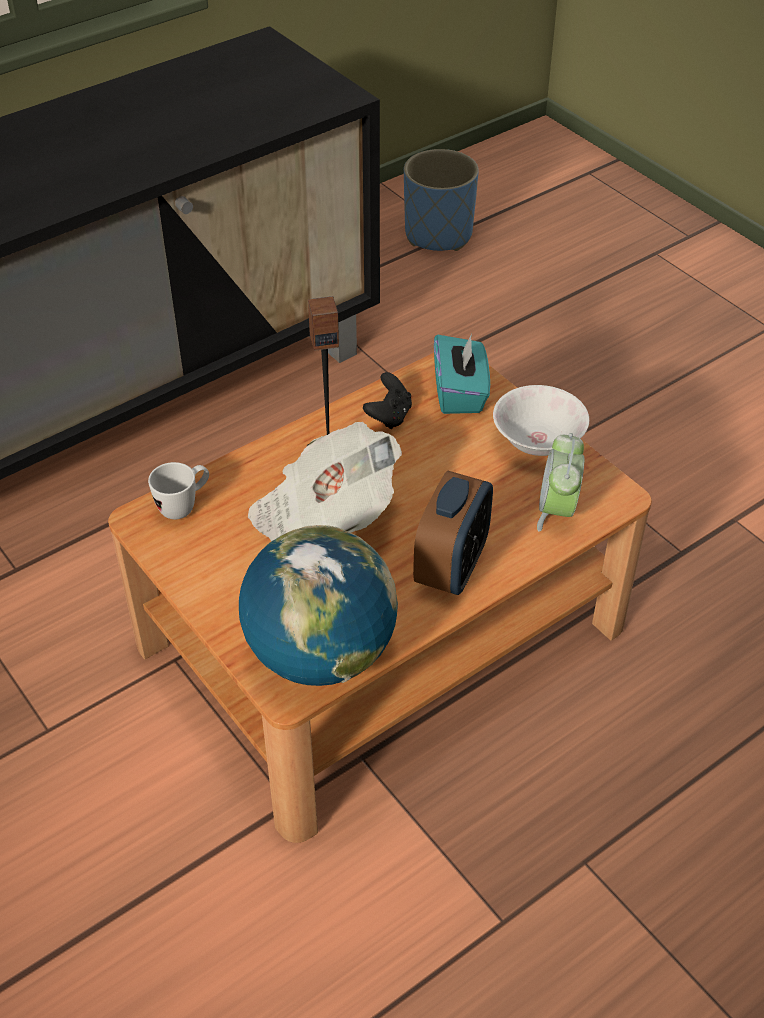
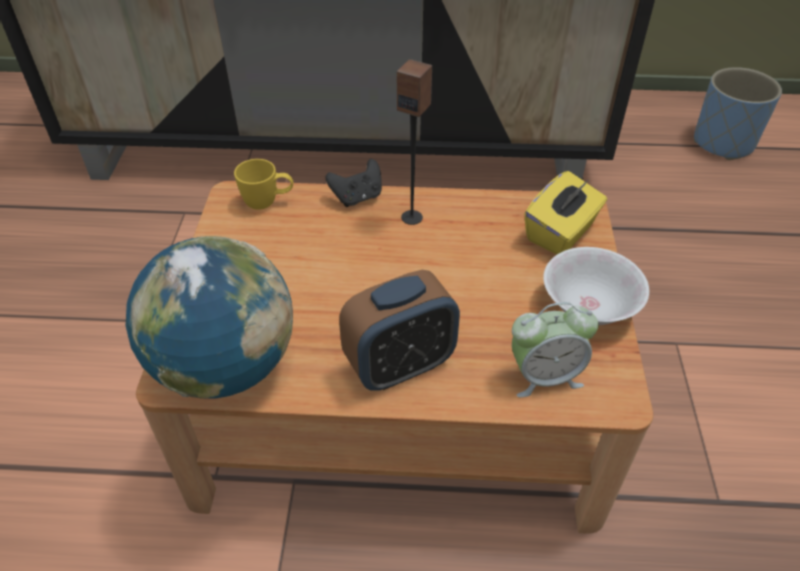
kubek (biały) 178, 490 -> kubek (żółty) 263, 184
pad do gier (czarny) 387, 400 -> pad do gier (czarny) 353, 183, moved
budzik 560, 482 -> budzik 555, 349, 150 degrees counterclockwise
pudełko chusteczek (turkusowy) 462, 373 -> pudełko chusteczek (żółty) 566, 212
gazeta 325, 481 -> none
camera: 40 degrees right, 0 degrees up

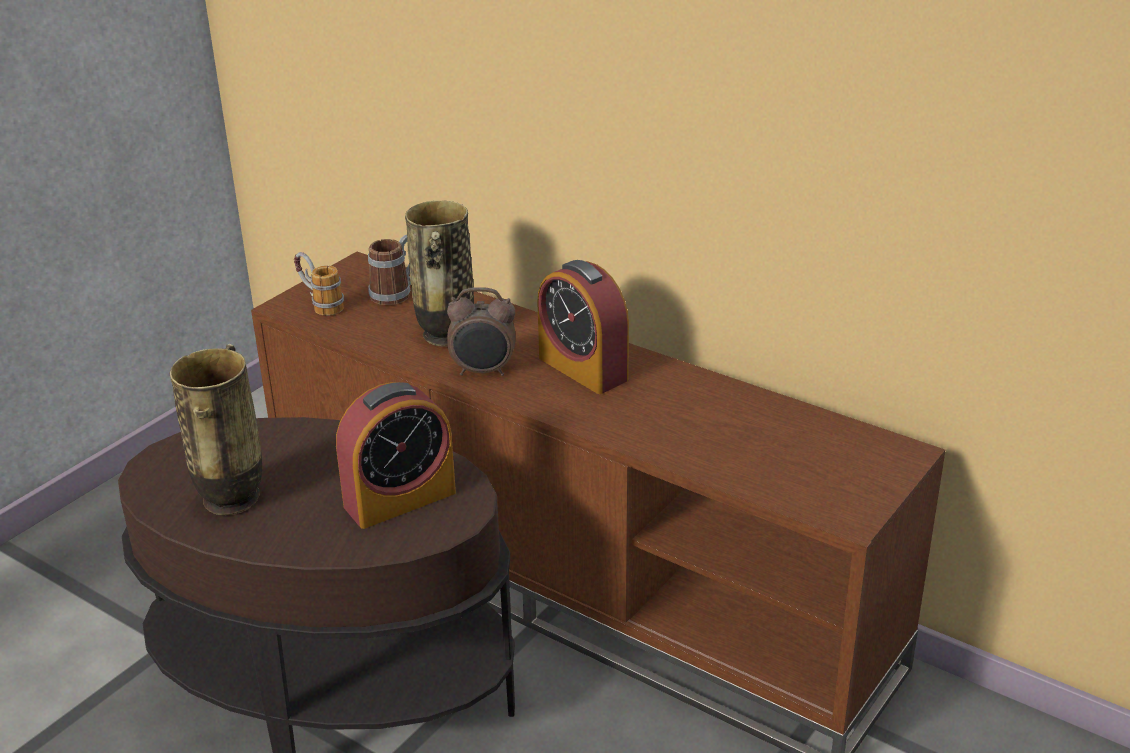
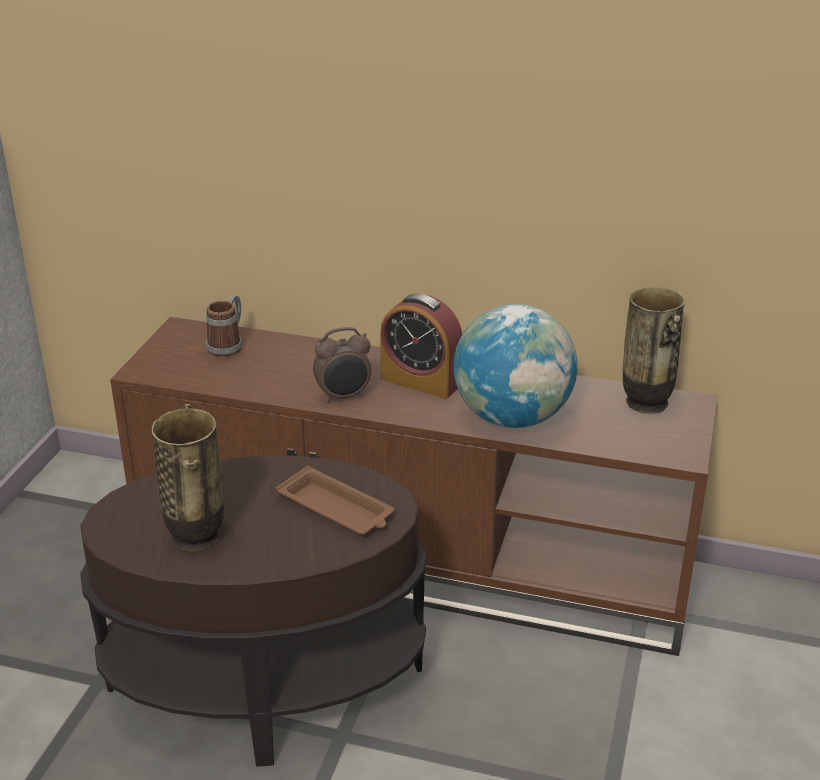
budzik 396, 455 -> taca (brązowy) 335, 500
none -> globus 515, 366
wazon 439, 273 -> wazon 654, 350, moved
kubek 319, 284 -> none
camera: 20 degrees left, 0 degrees up

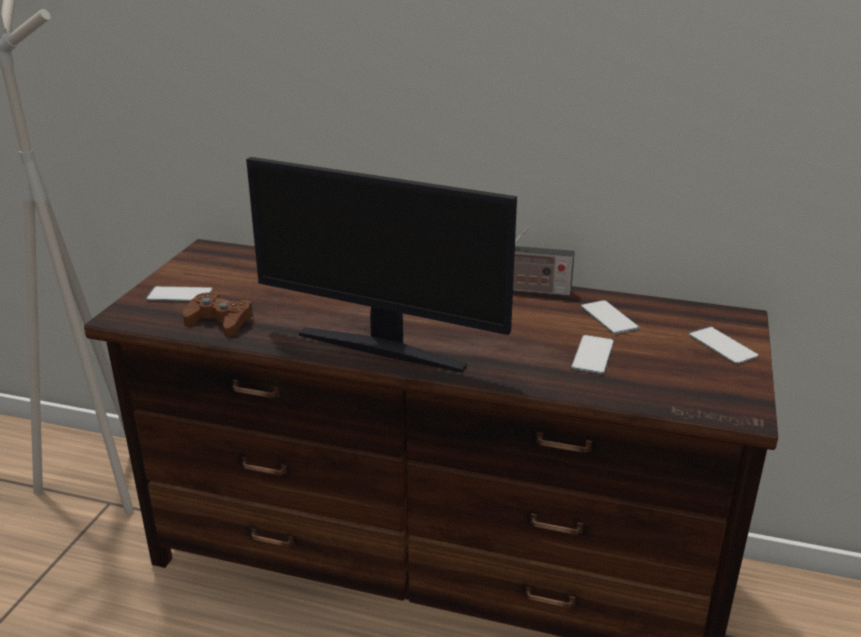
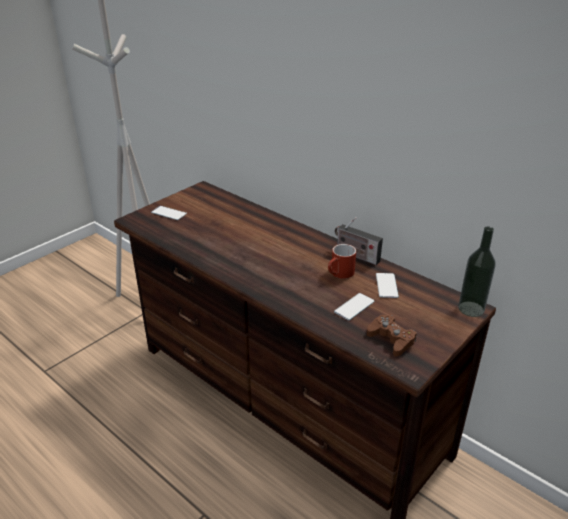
none -> kubek (czerwony) 342, 261
pad do gier (brązowy) 218, 314 -> pad do gier (brązowy) 392, 336, moved
none -> butelka 476, 272
monitor 381, 265 -> none
telefon 724, 345 -> none
camera: 25 degrees right, 5 degrees up

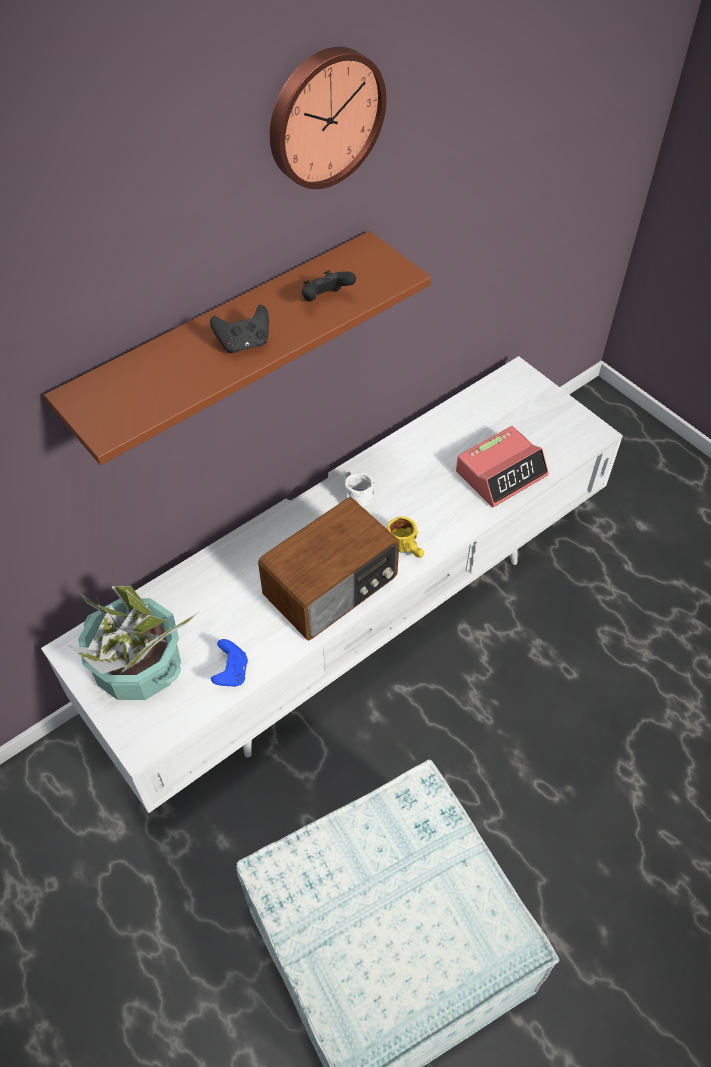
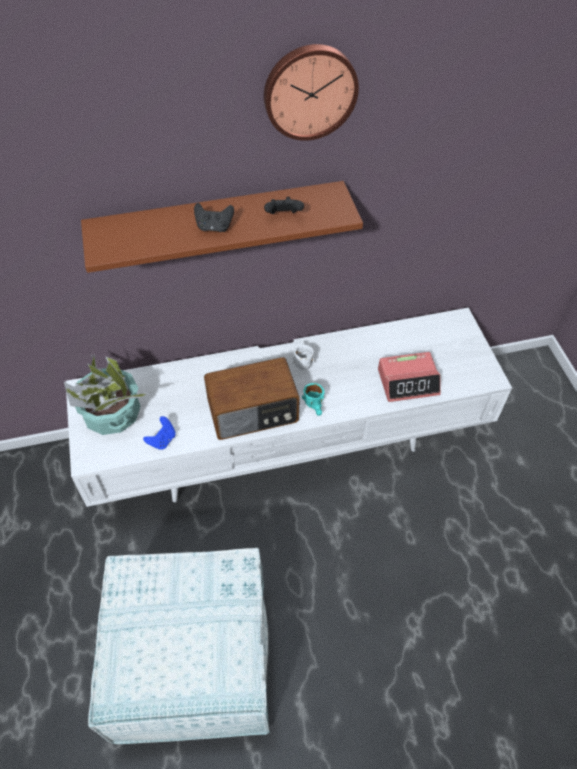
kubek (żółty) 405, 537 -> kubek (turkusowy) 313, 399
camera: 25 degrees right, 0 degrees up

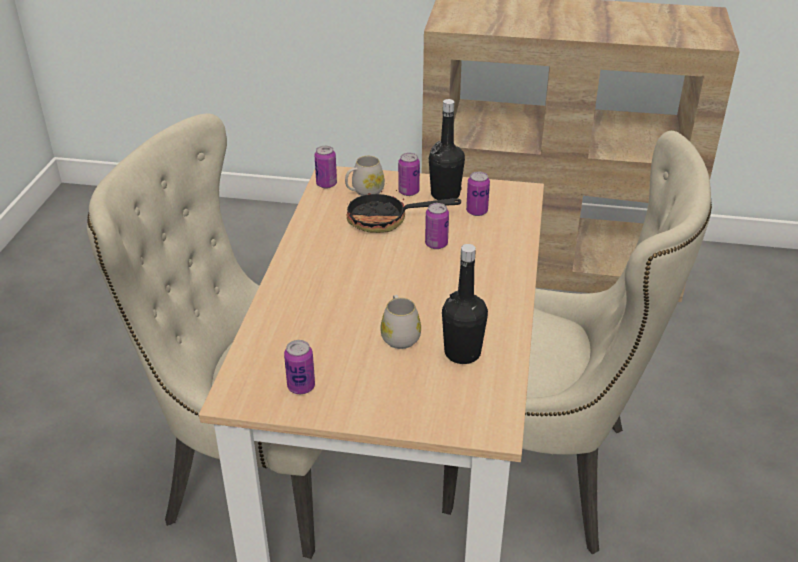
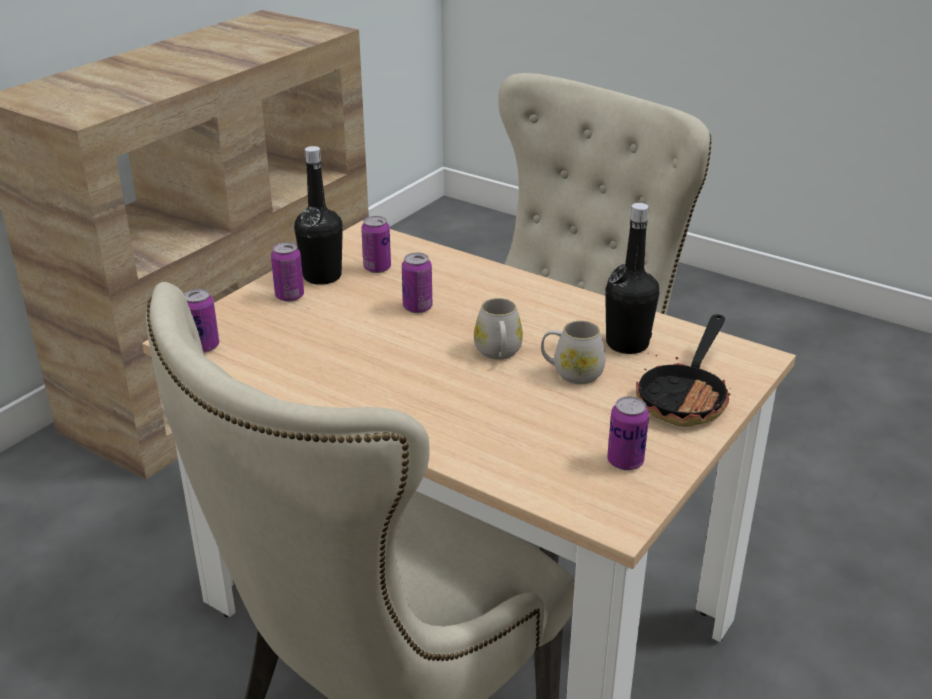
kubek (biały) 365, 176 -> kubek (biały) 498, 329, moved
patelnia 403, 211 -> patelnia 683, 370, moved
camera: 65 degrees left, 5 degrees down

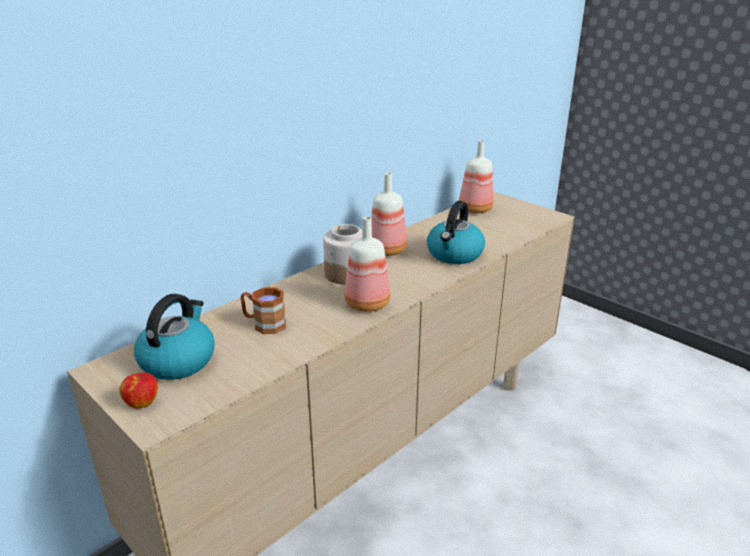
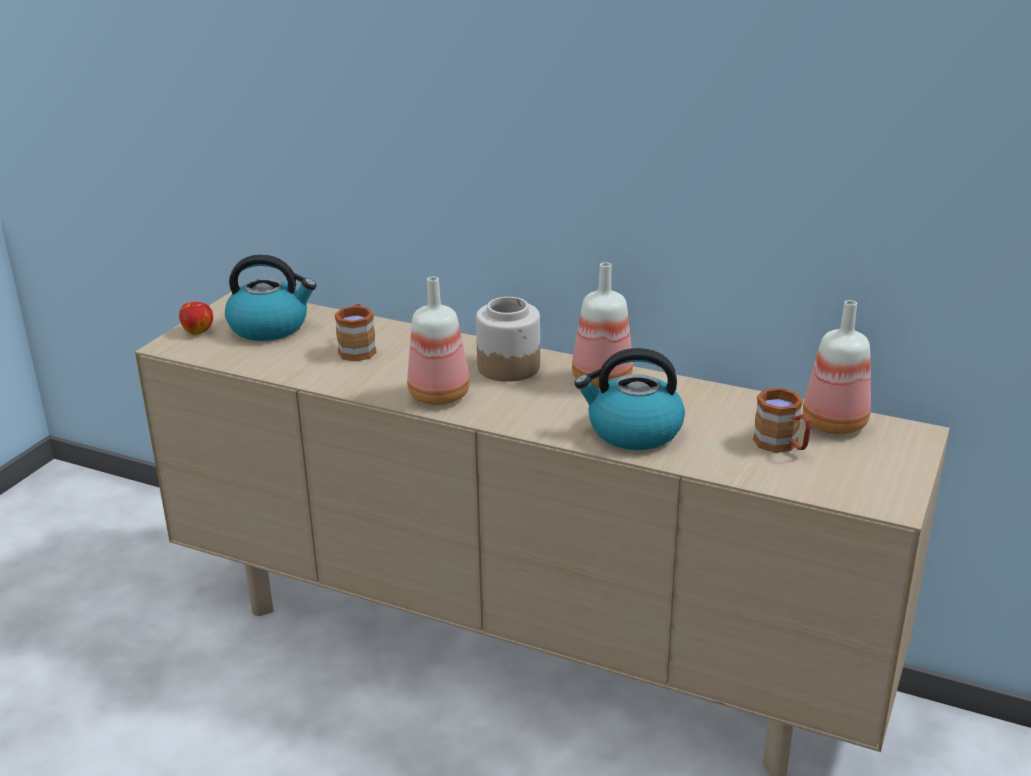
none -> kubek (brązowy) 782, 420
camera: 70 degrees right, 0 degrees up

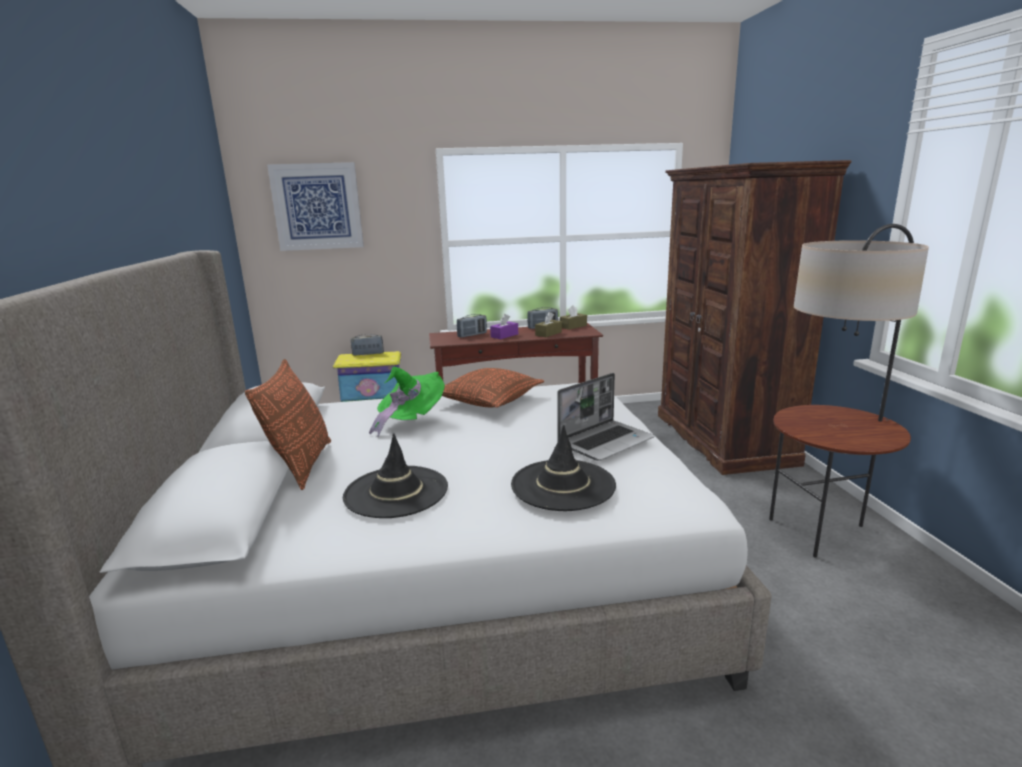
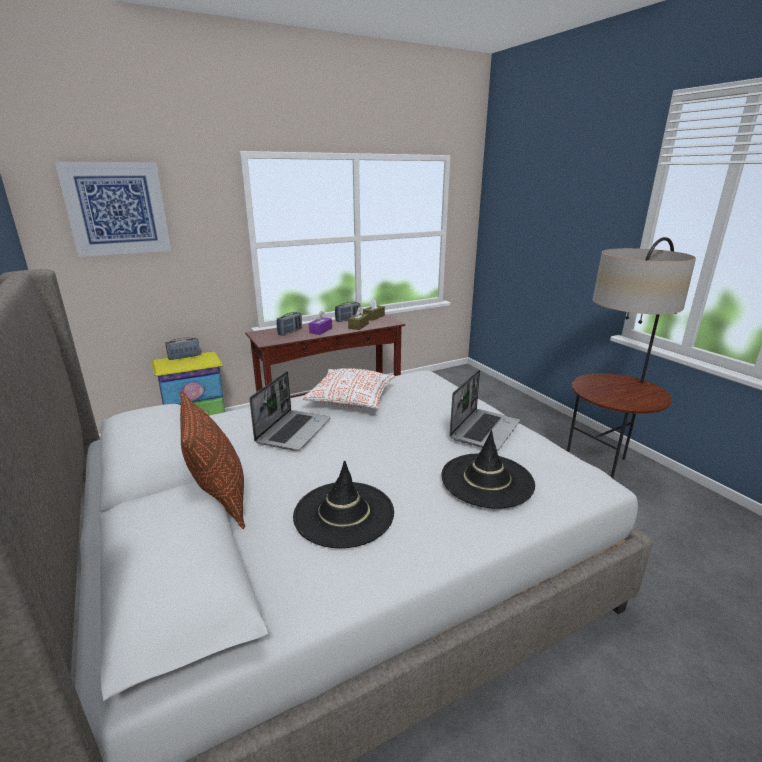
kapelusz (zielony) 407, 401 -> laptop 290, 411
poduszka (brązowy) 493, 388 -> poduszka (biały) 348, 388
szafa (brązowy) 754, 317 -> none
camera: 20 degrees left, 5 degrees up

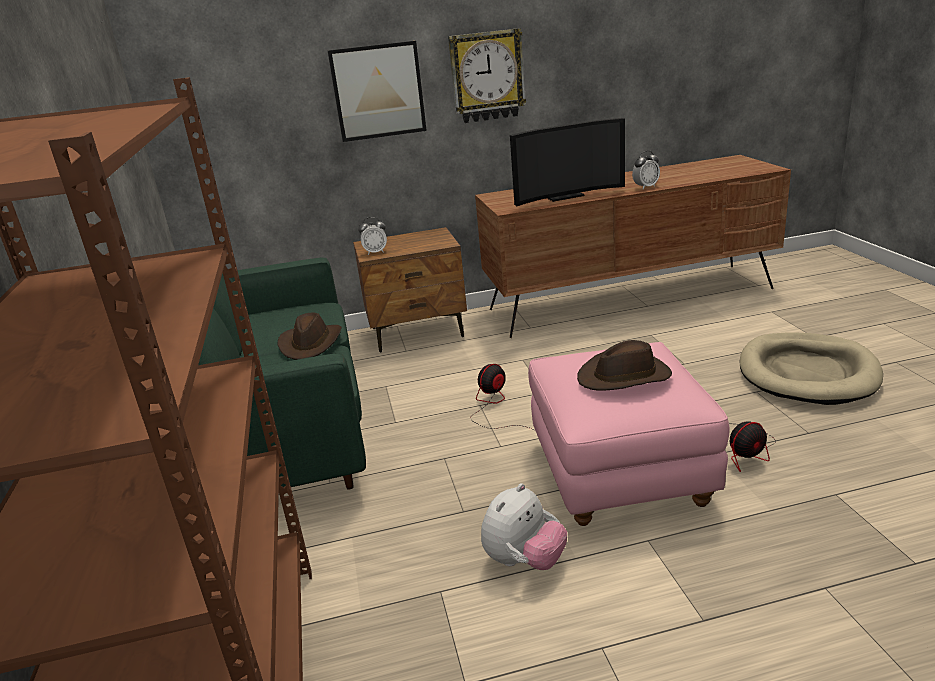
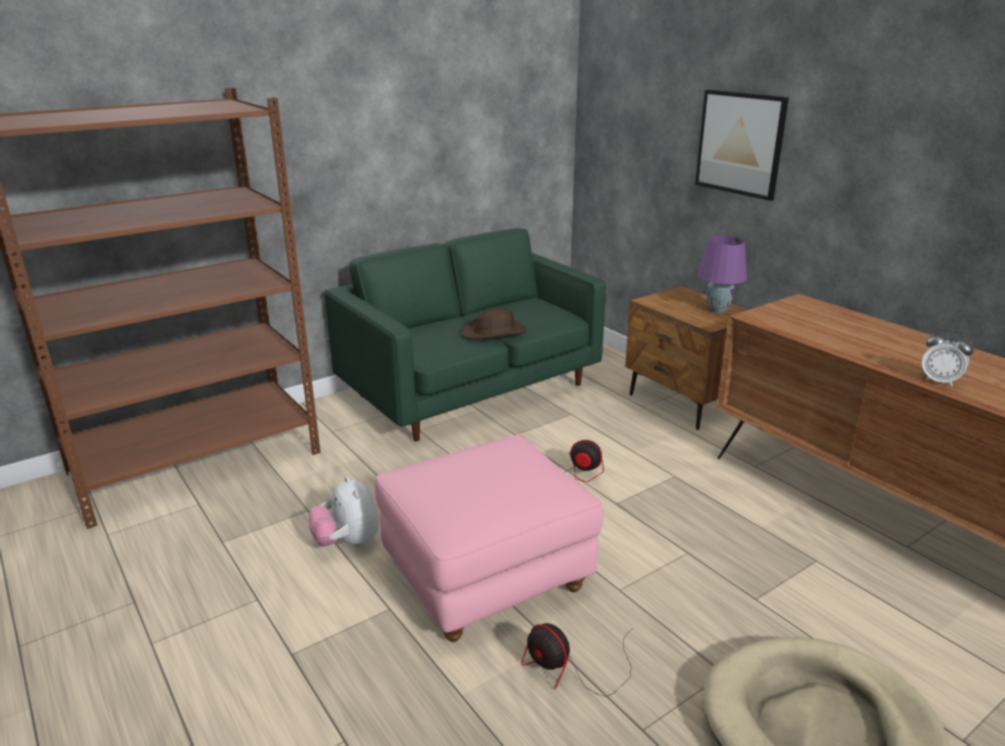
pluszak 524, 526 -> pluszak 344, 511, 45 degrees clockwise
none -> lampa stołowa (fioletowy) 722, 274
budzik 372, 236 -> none
zegar ścienny 487, 75 -> none
telewizor 567, 162 -> none
kapelusz (brązowy) 624, 365 -> none
camera: 65 degrees right, 0 degrees up

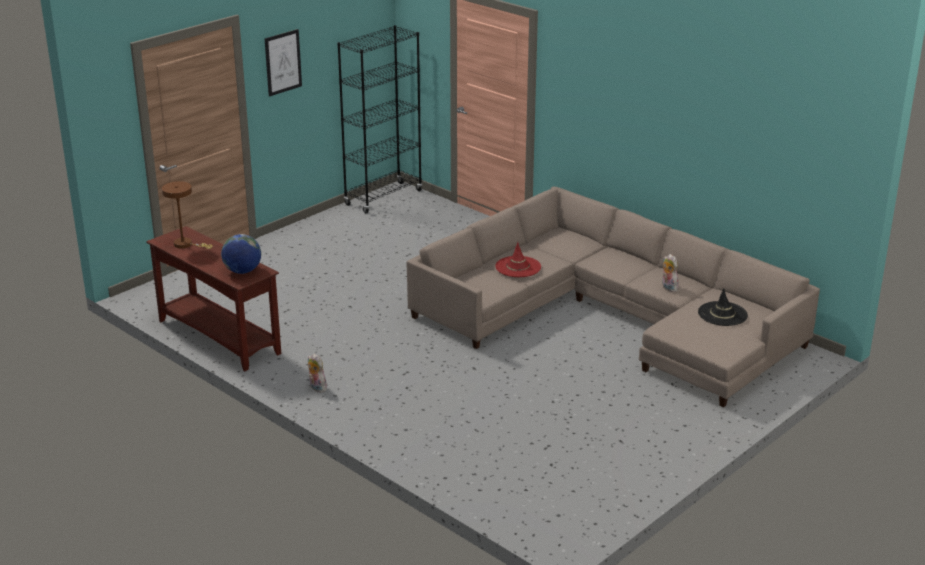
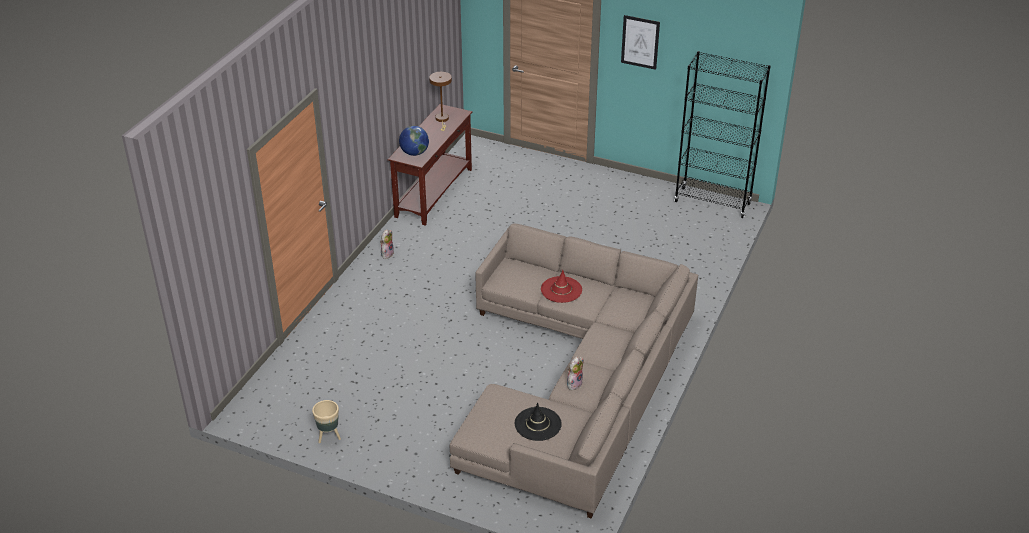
none -> donica (beżowy) 326, 421
camera: 70 degrees right, 10 degrees up

